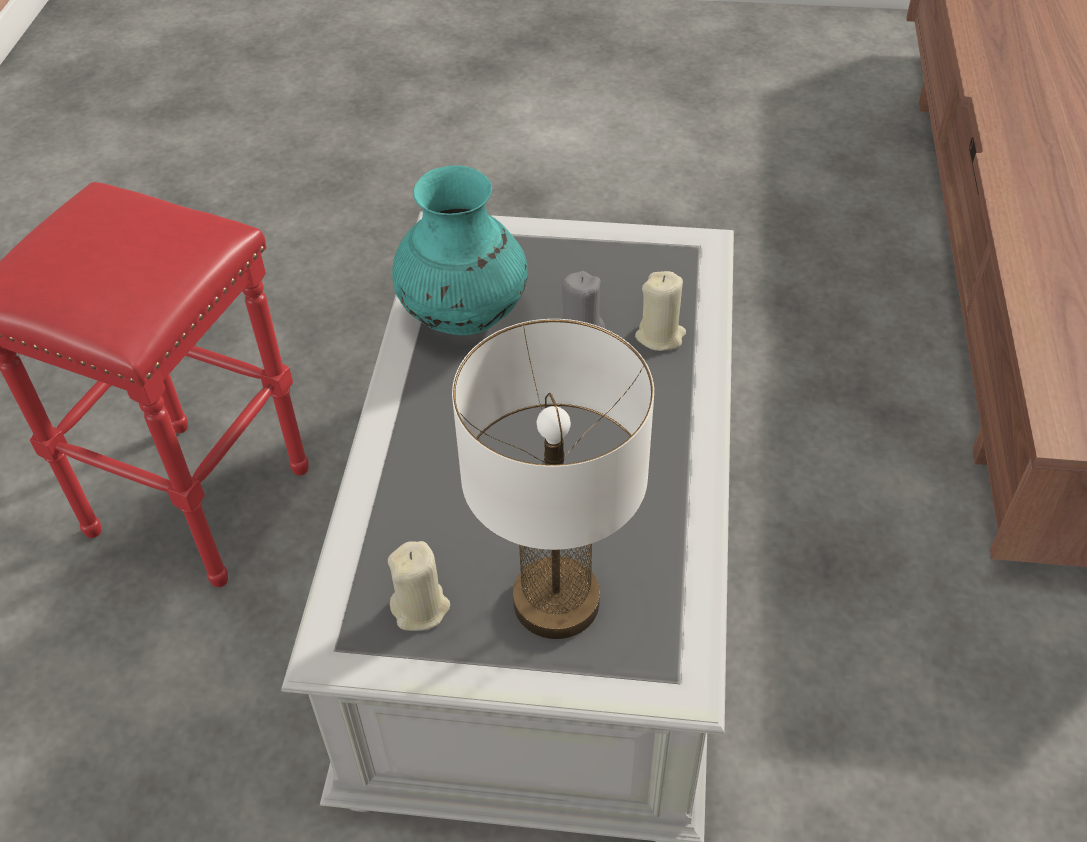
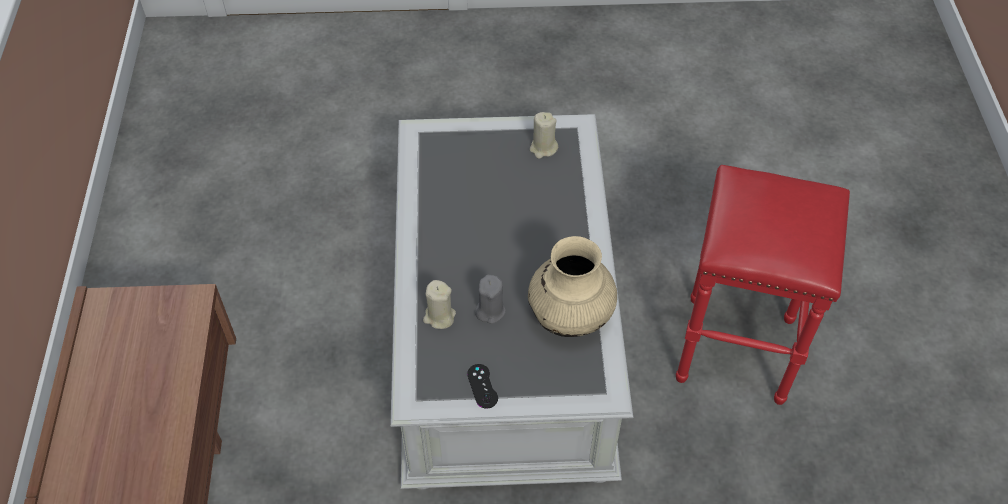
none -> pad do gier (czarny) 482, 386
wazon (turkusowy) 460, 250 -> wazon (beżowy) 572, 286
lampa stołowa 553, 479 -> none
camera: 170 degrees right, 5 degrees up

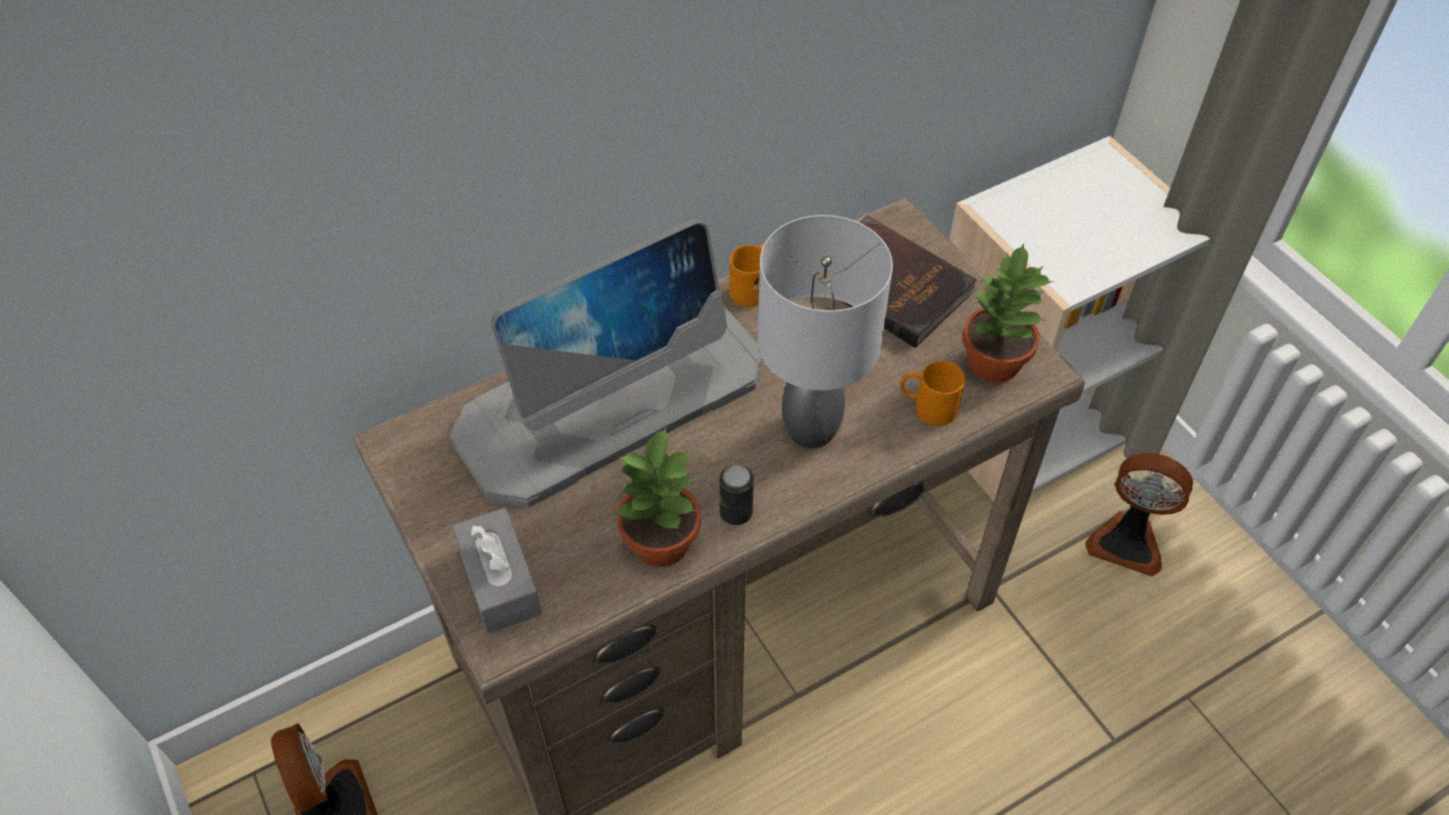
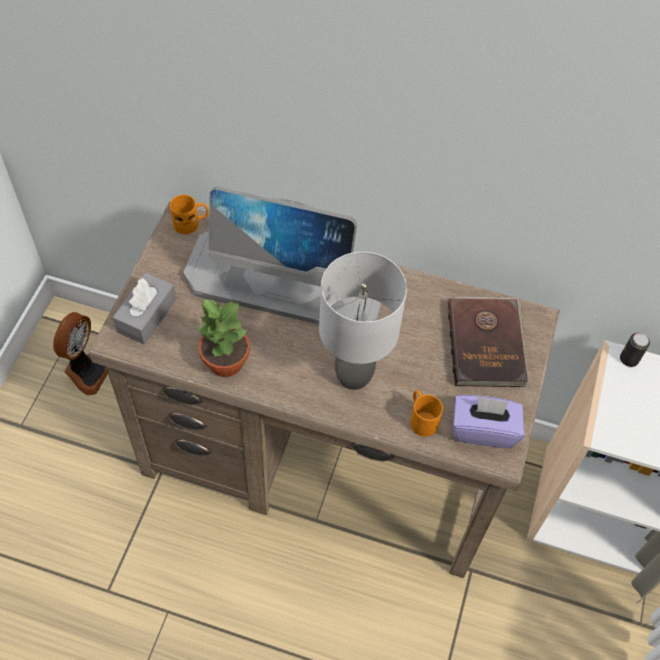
kubek (pomarańczowy) 747, 275 -> kubek (pomarańczowy) 189, 214, moved
roślina doniczkowa 1008, 313 -> pudełko chusteczek (fioletowy) 488, 421
puszka 736, 495 -> puszka 635, 349, moved
wentylator 1139, 515 -> none
camera: 45 degrees right, 5 degrees up

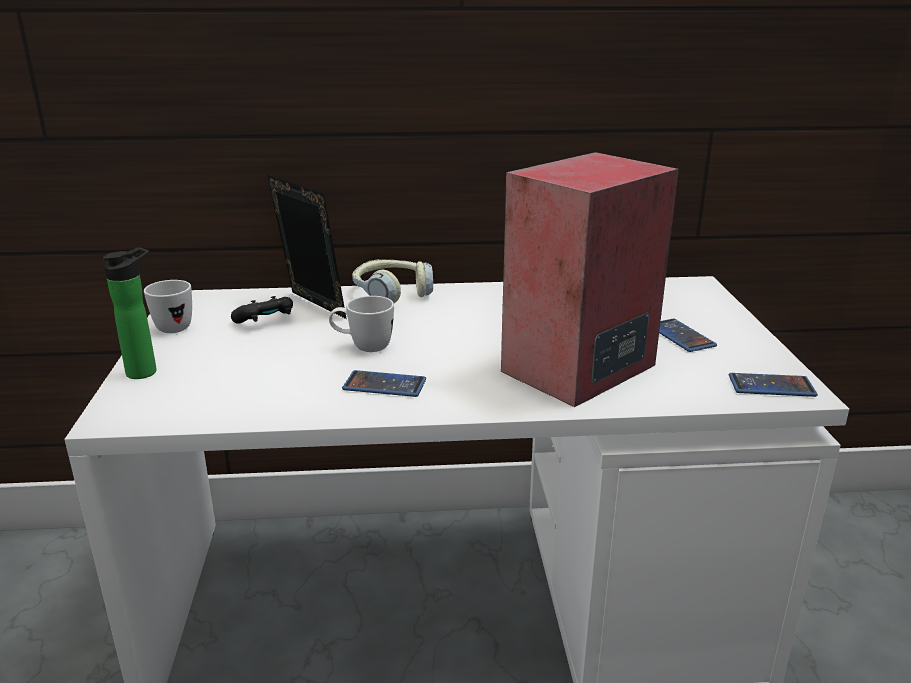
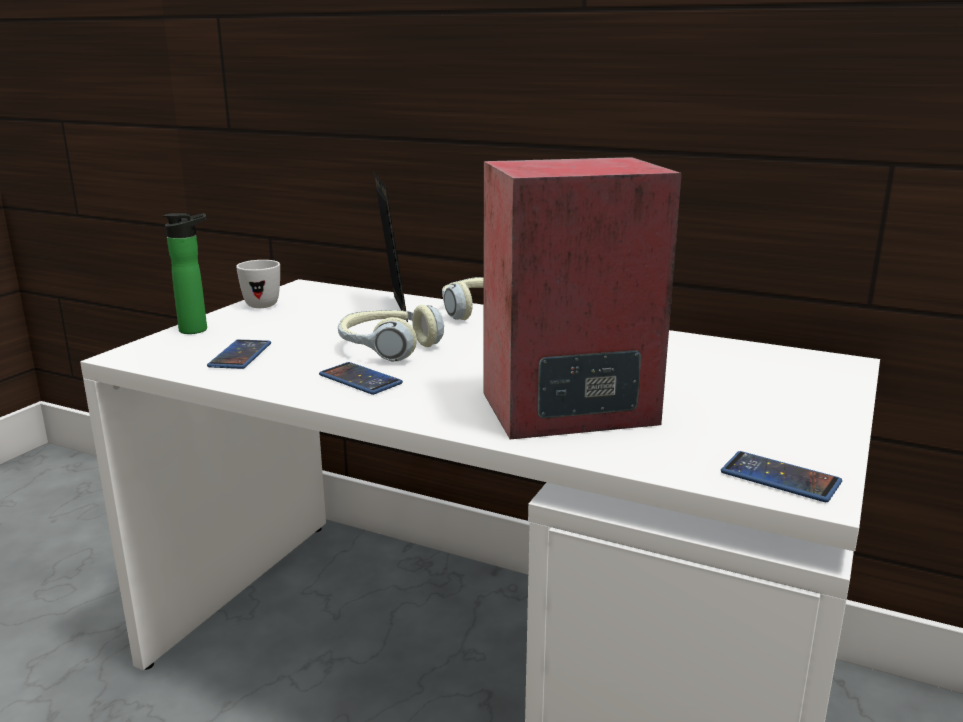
telefon 688, 335 -> telefon 239, 354, moved
kubek (biały) 361, 324 -> słuchawki 391, 333
pad do gier (czarny) 262, 310 -> none
camera: 30 degrees right, 5 degrees down

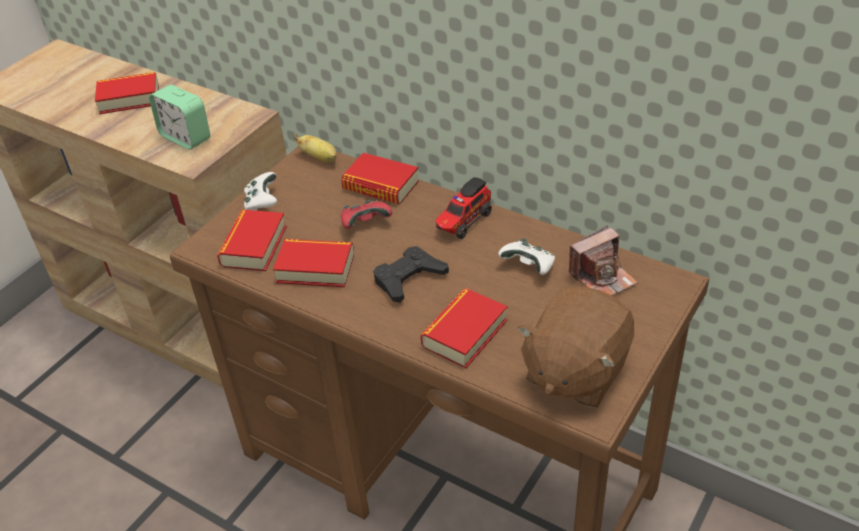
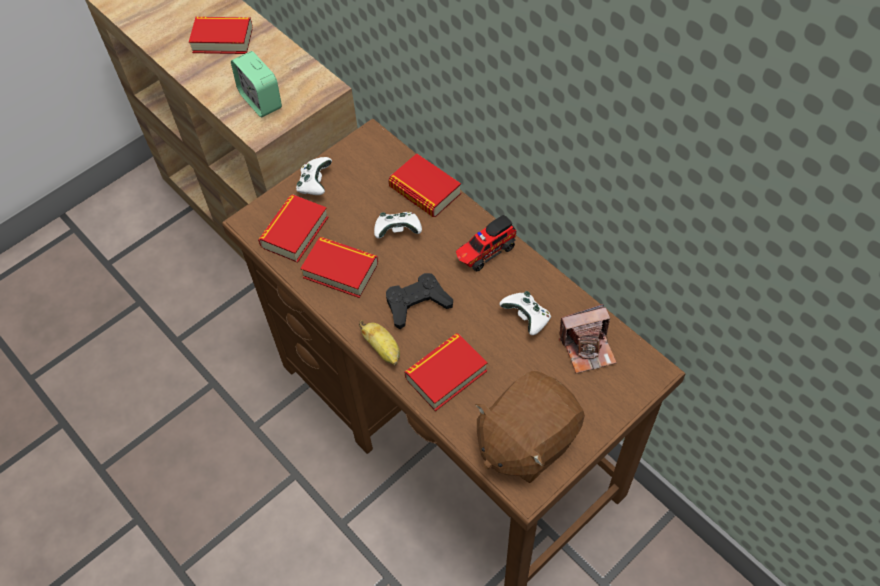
banan 315, 148 -> banan 379, 343, moved
pad do gier (czerwony) 367, 214 -> pad do gier (biały) 398, 225
camera: 15 degrees right, 15 degrees up

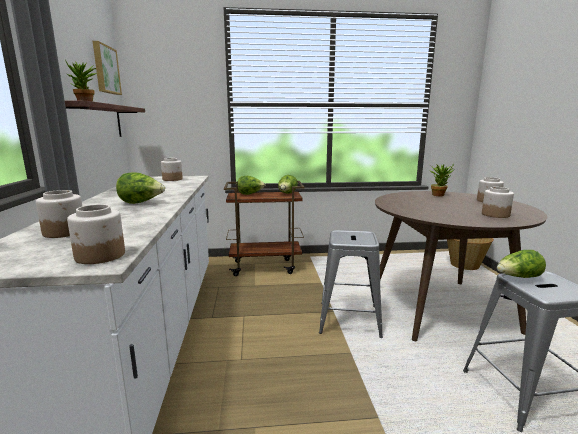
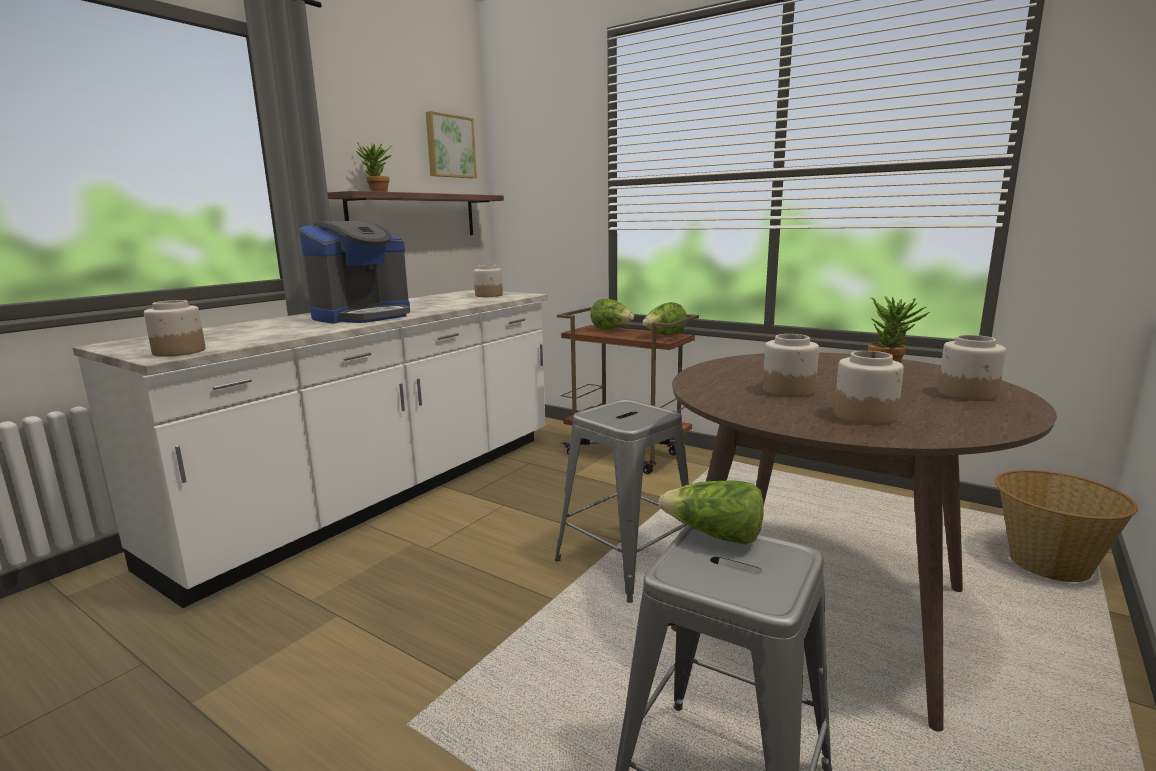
sałata 140, 188 -> ekspres do kawy 355, 272
słoik 59, 214 -> słoik 791, 365, moved
camera: 40 degrees right, 0 degrees up

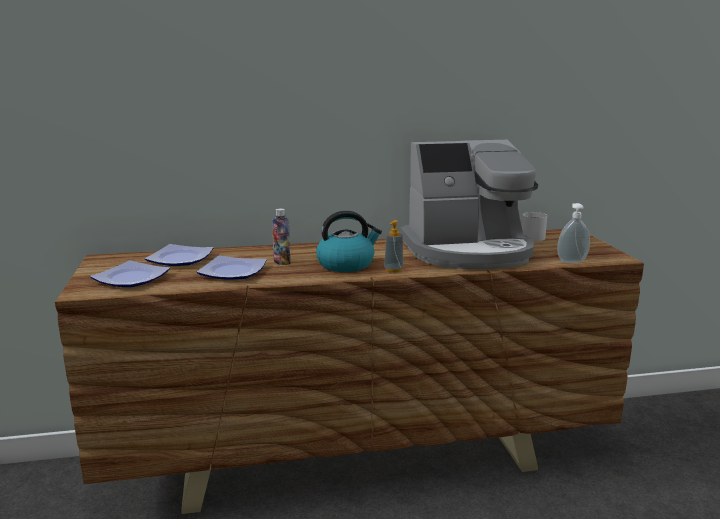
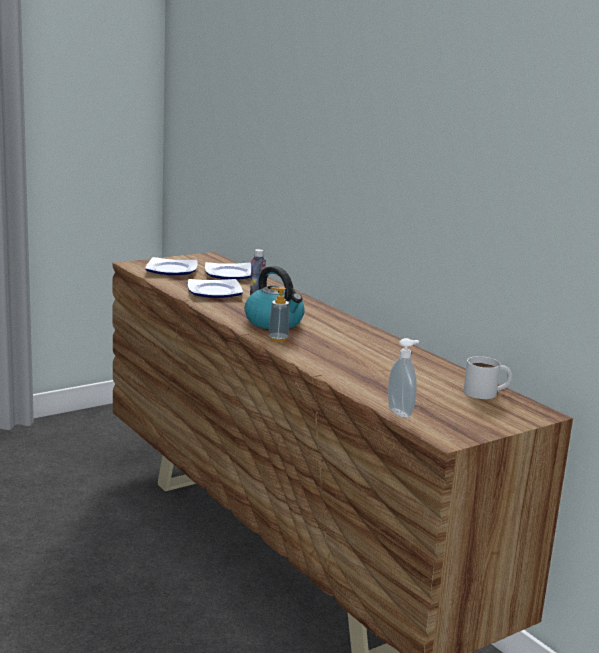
ekspres do kawy 469, 205 -> none
camera: 65 degrees right, 0 degrees up

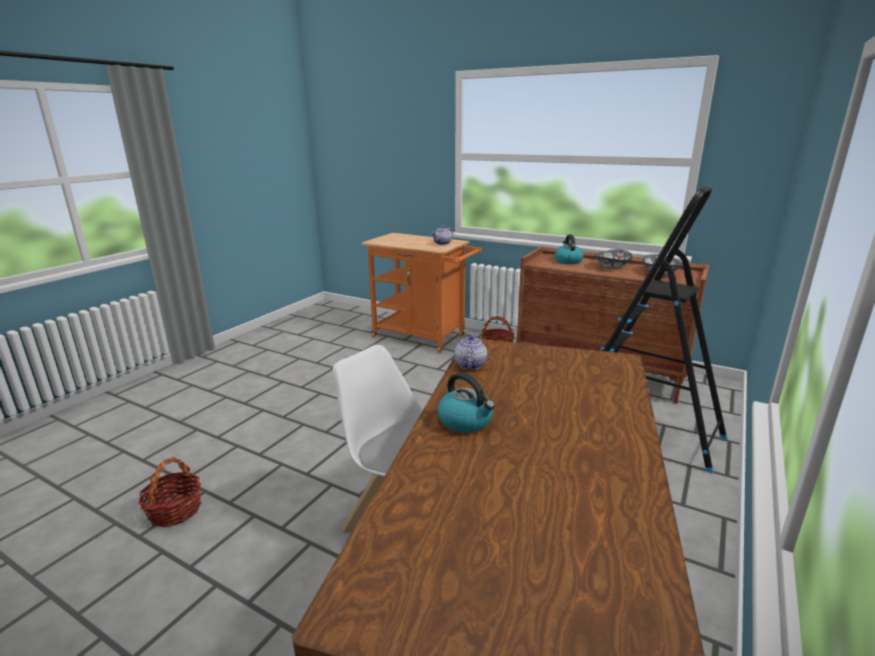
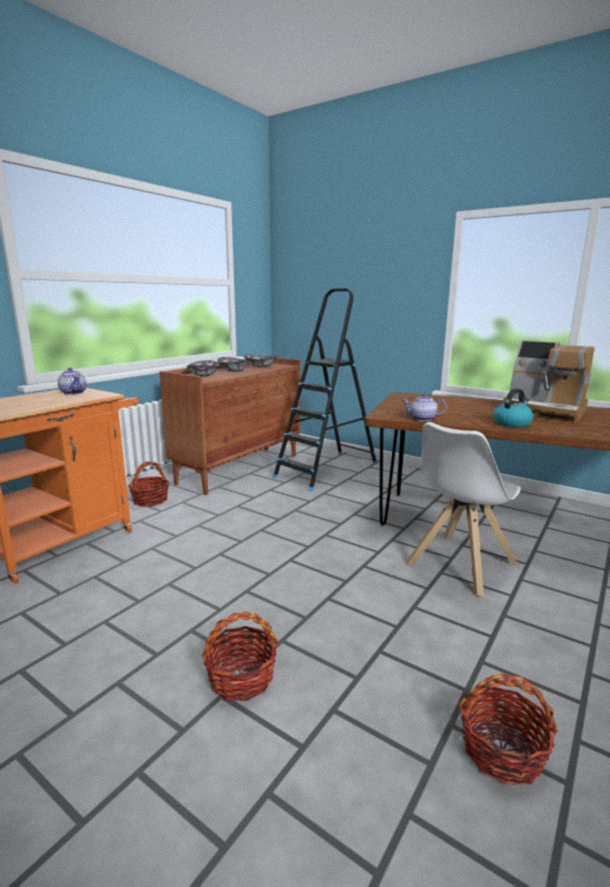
czajnik 569, 249 -> miska 203, 368
none -> koszyk 240, 656
none -> ekspres do kawy 549, 382
camera: 85 degrees left, 5 degrees down

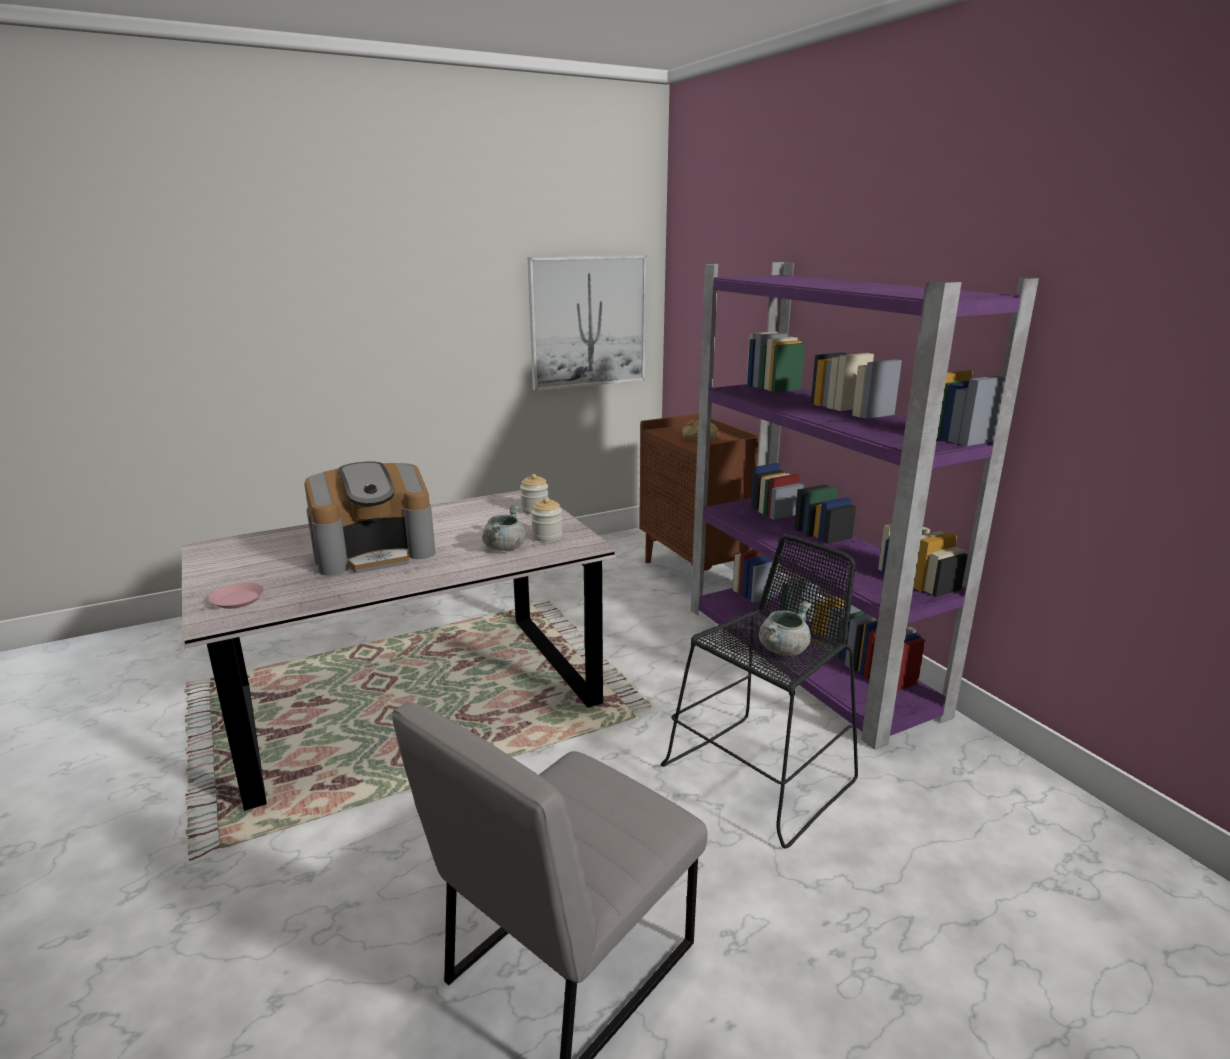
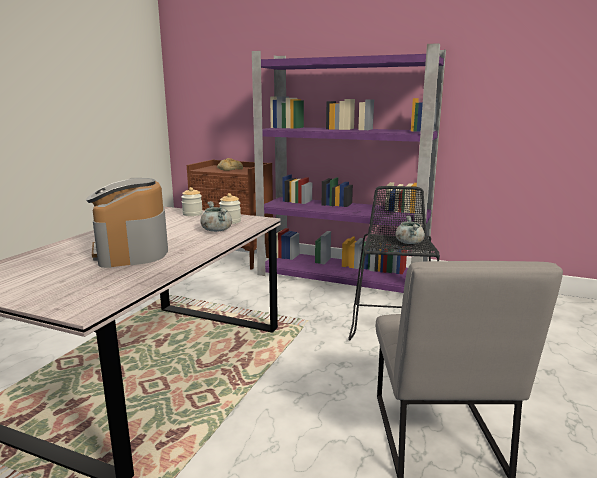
ekspres do kawy 370, 519 -> ekspres do kawy 127, 223, 135 degrees clockwise
talerz (różowy) 236, 596 -> none
obraz 587, 323 -> none
camera: 40 degrees left, 5 degrees down

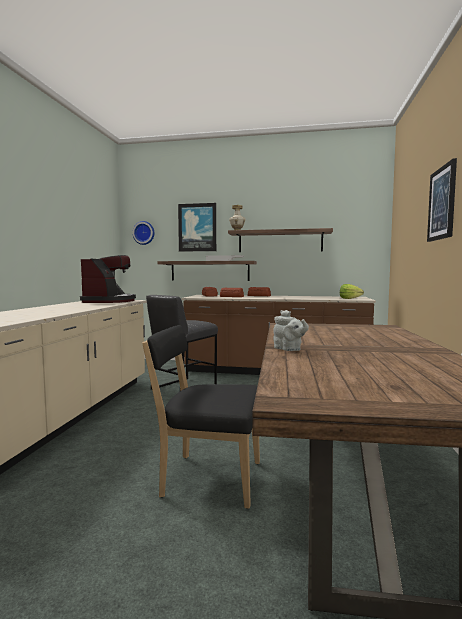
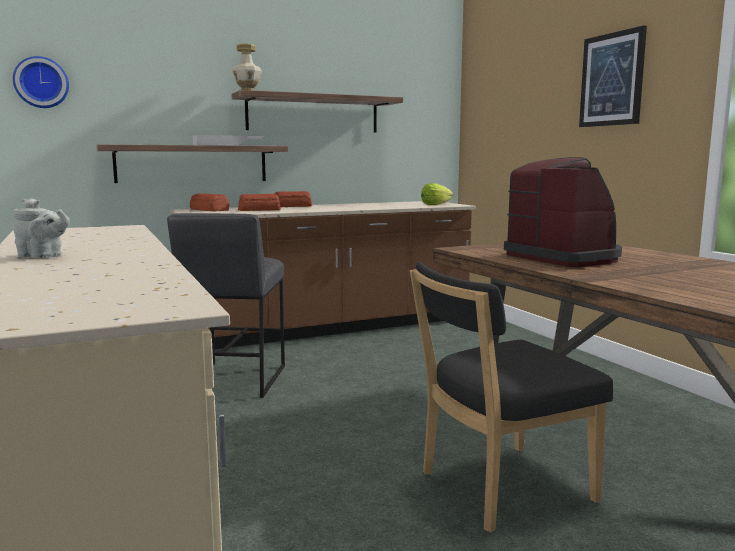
imbryk (szary) 291, 330 -> imbryk (szary) 41, 228, moved
ekspres do kawy 108, 279 -> ekspres do kawy 563, 212, moved
obraz 197, 227 -> none
camera: 35 degrees left, 5 degrees up

